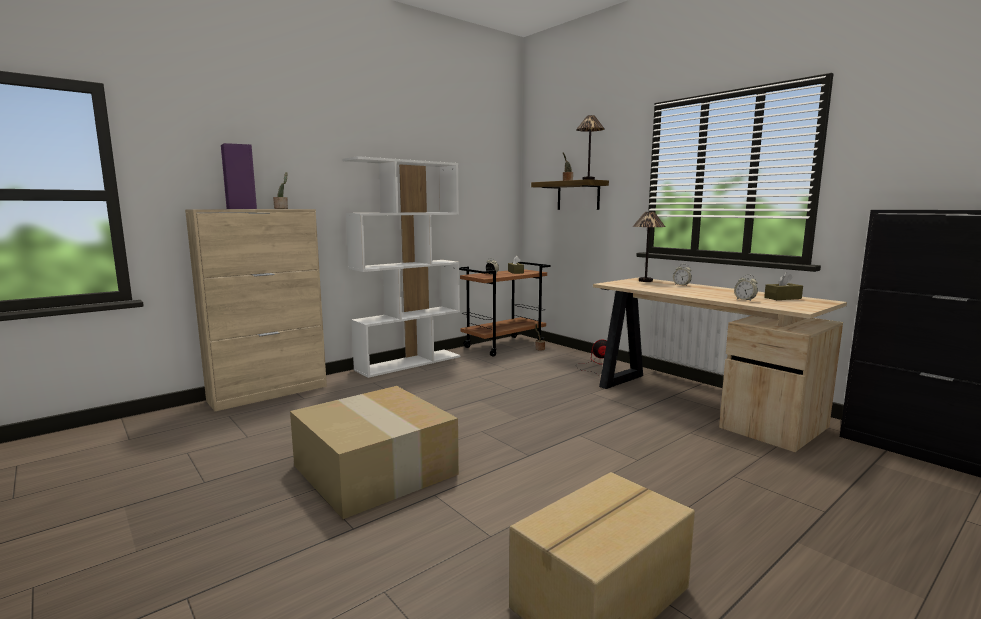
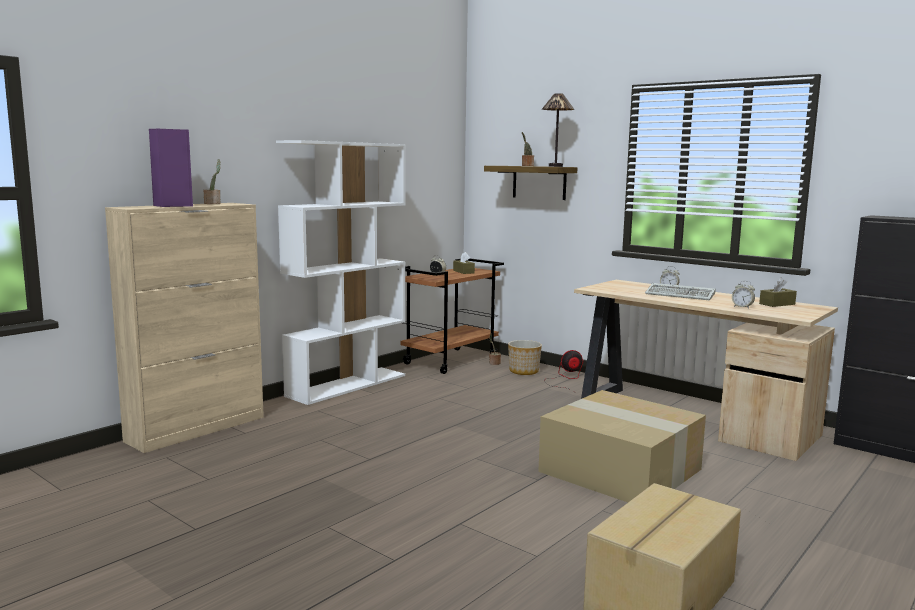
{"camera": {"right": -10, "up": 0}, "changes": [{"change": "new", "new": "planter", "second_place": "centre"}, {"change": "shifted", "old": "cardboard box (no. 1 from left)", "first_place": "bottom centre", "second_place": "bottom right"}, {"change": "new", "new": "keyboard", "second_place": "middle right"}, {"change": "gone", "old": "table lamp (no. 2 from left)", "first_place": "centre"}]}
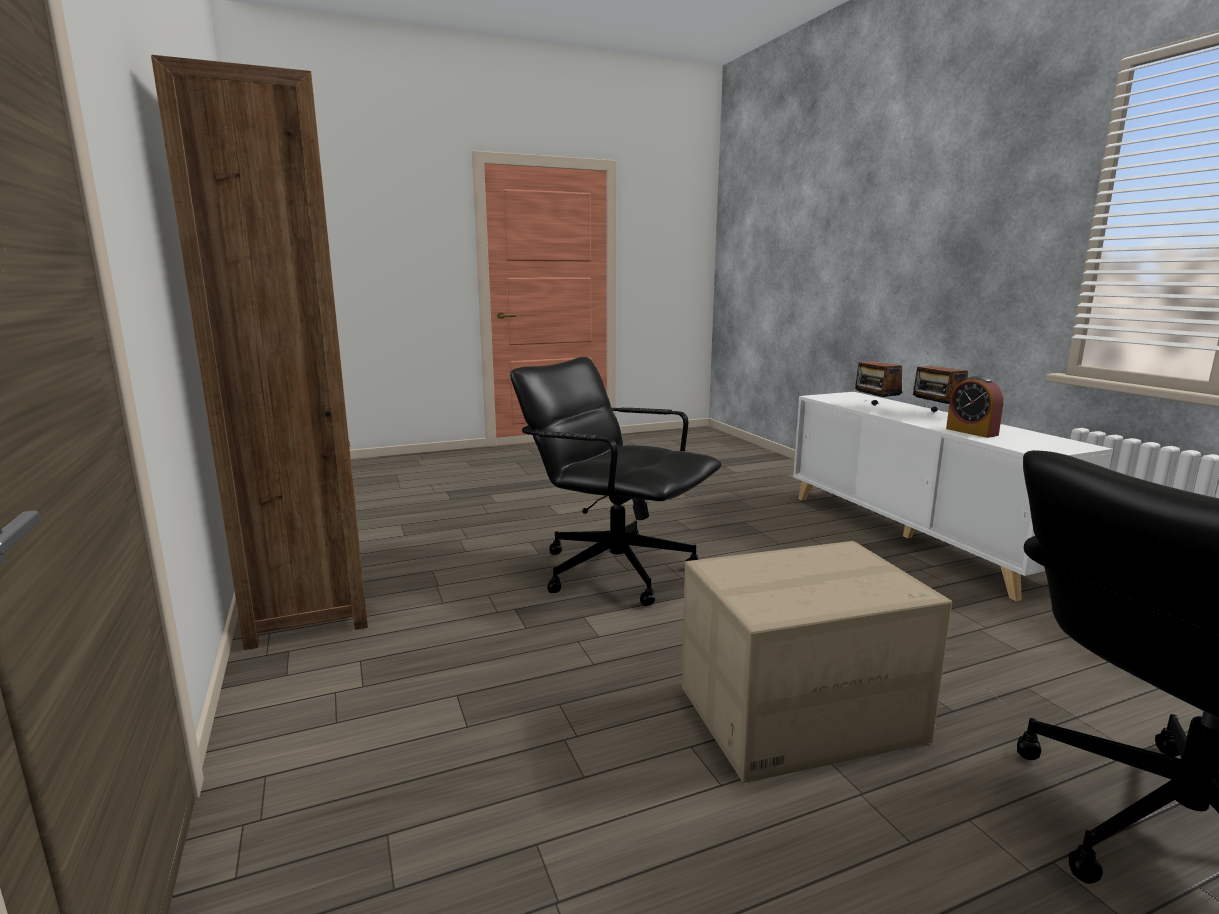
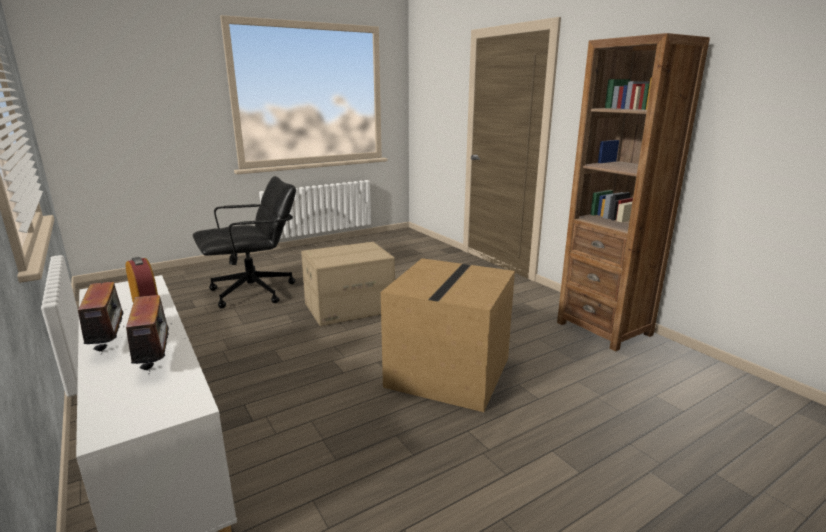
{"camera": {"right": 170, "up": 5}, "changes": [{"change": "swapped", "old": "black office chair (no. 1 from left)", "new": "cardboard box (no. 2 from left)", "first_place": "centre", "second_place": "centre"}]}
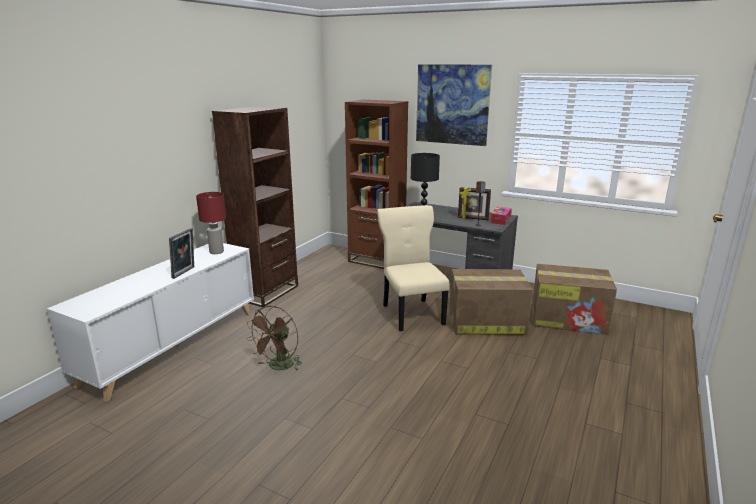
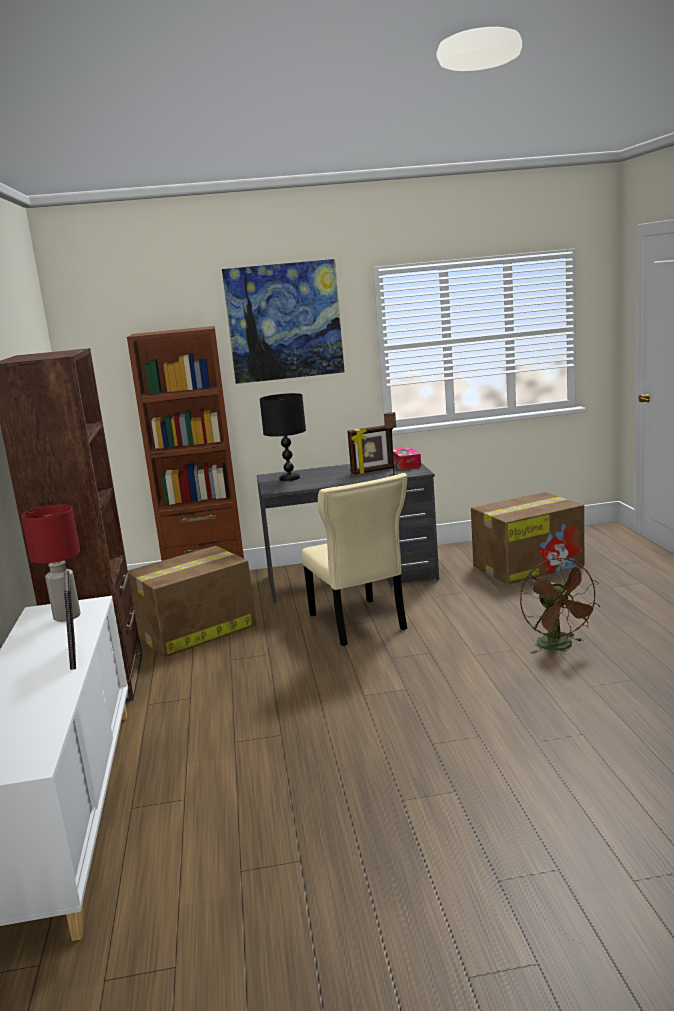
{"camera": {"right": -35, "up": -5}, "changes": [{"change": "shifted", "old": "cardboard box (no. 1 from left)", "first_place": "centre", "second_place": "middle left"}, {"change": "rotated", "old": "beige chair", "first_place": "centre", "second_place": "centre", "degrees": -150}, {"change": "shifted", "old": "brown fan", "first_place": "bottom centre", "second_place": "middle right"}]}
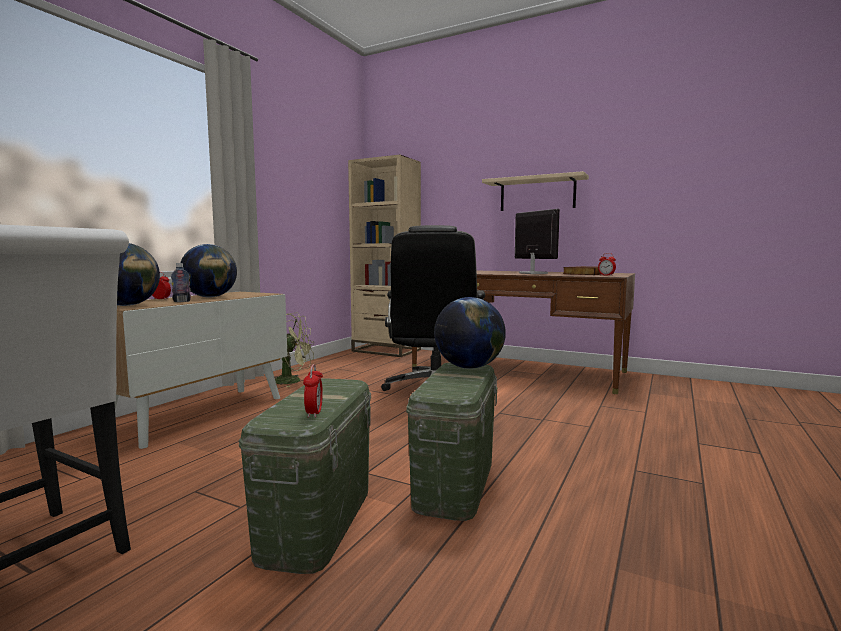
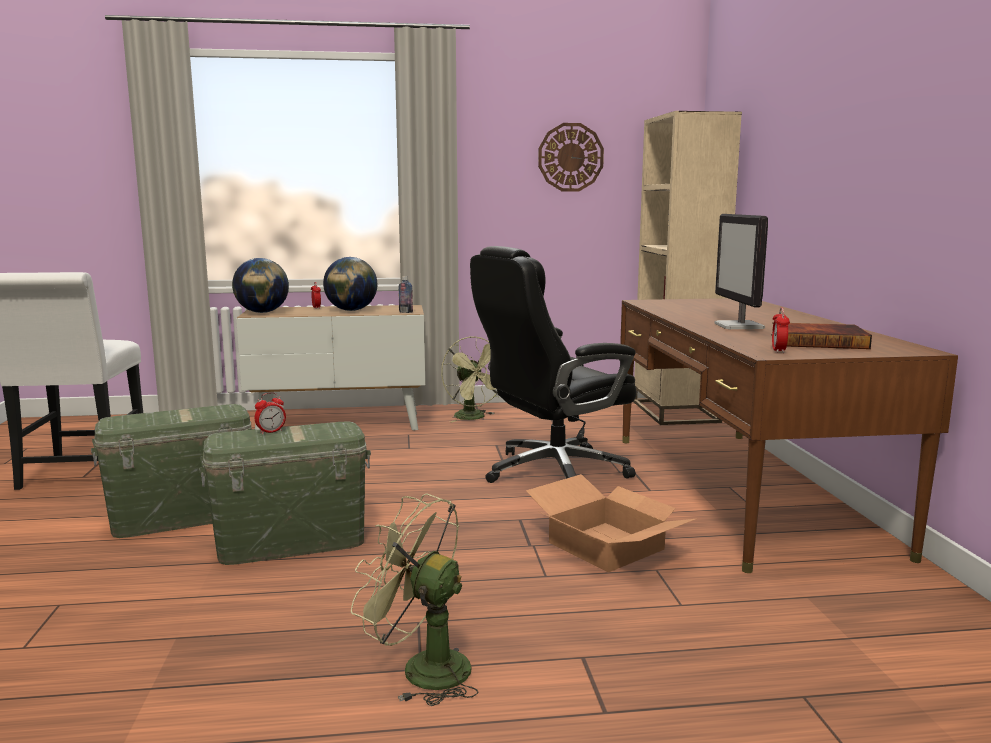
{"camera": {"right": 55, "up": 5}, "changes": [{"change": "shifted", "old": "alarm clock (no. 2 from left in the first image)", "new": "alarm clock (no. 1 from left)", "first_place": "centre", "second_place": "middle left"}, {"change": "new", "new": "green fan (no. 1 from left)", "second_place": "bottom centre"}, {"change": "shifted", "old": "bottle", "first_place": "middle left", "second_place": "centre"}, {"change": "new", "new": "cardboard box", "second_place": "bottom centre"}, {"change": "new", "new": "wall clock", "second_place": "top centre"}, {"change": "rotated", "old": "monitor", "first_place": "centre", "second_place": "middle right", "degrees": 150}, {"change": "gone", "old": "globe (no. 3 from left)", "first_place": "centre"}, {"change": "gone", "old": "beige shelf", "first_place": "top centre"}]}
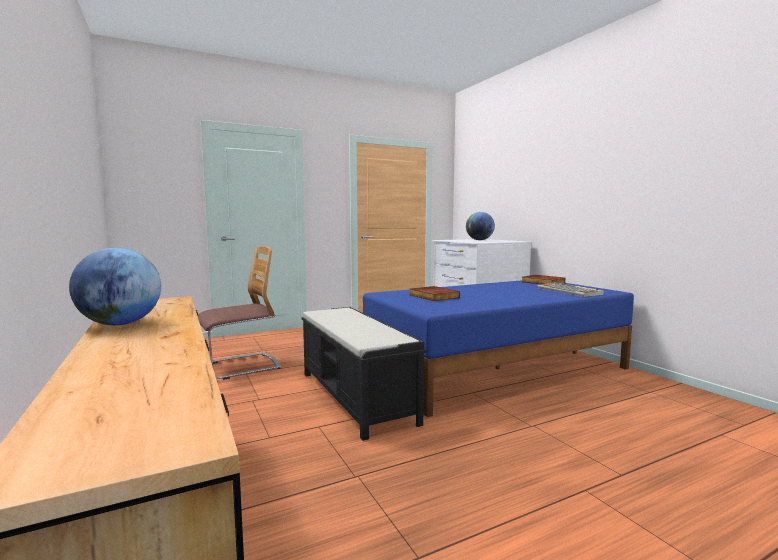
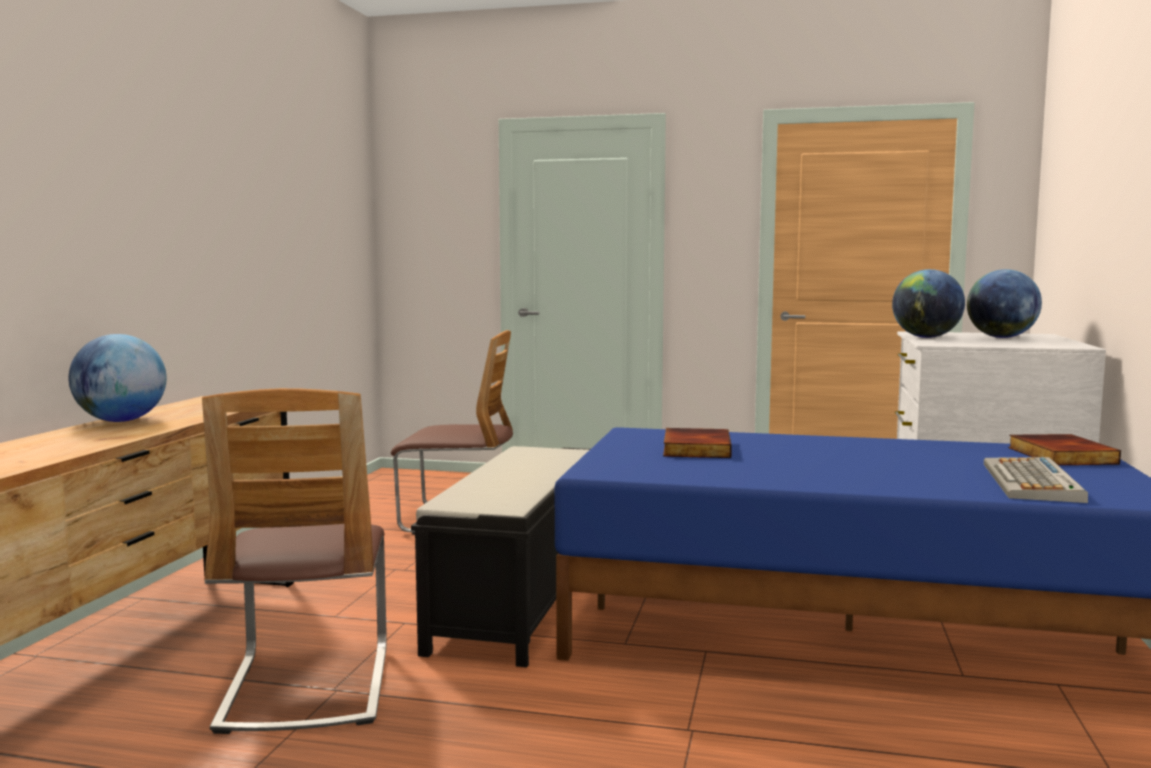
{"camera": {"right": 40, "up": 0}, "changes": [{"change": "new", "new": "chair (no. 1 from left)", "second_place": "bottom left"}, {"change": "new", "new": "globe (no. 2 from left)", "second_place": "middle right"}]}
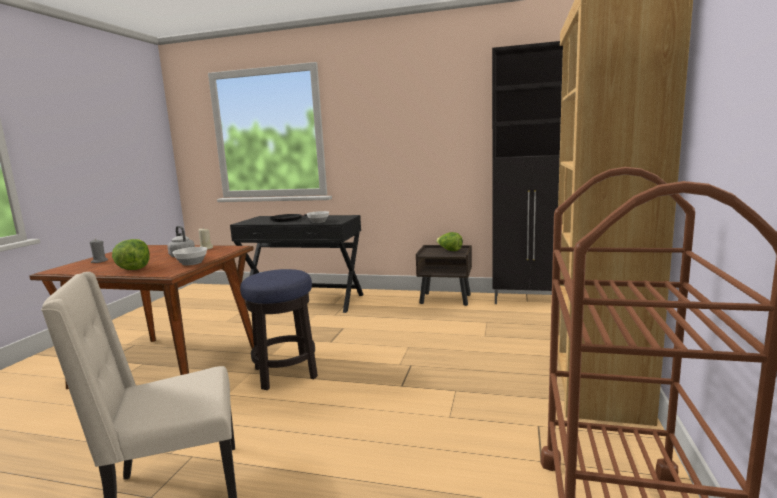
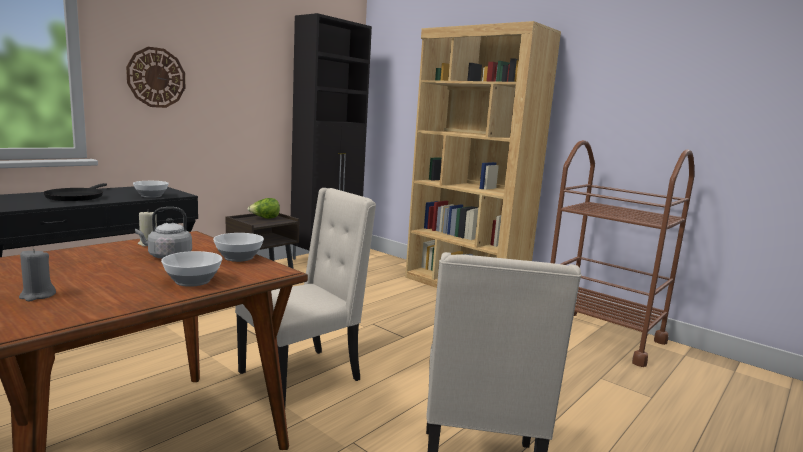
{"camera": {"right": -65, "up": 0}, "changes": [{"change": "new", "new": "wall clock", "second_place": "top left"}, {"change": "swapped", "old": "lettuce (no. 1 from left)", "new": "bowl (no. 2 from left)", "first_place": "middle left", "second_place": "middle left"}, {"change": "swapped", "old": "stool", "new": "beige chair (no. 1 from left)", "first_place": "centre", "second_place": "centre"}]}
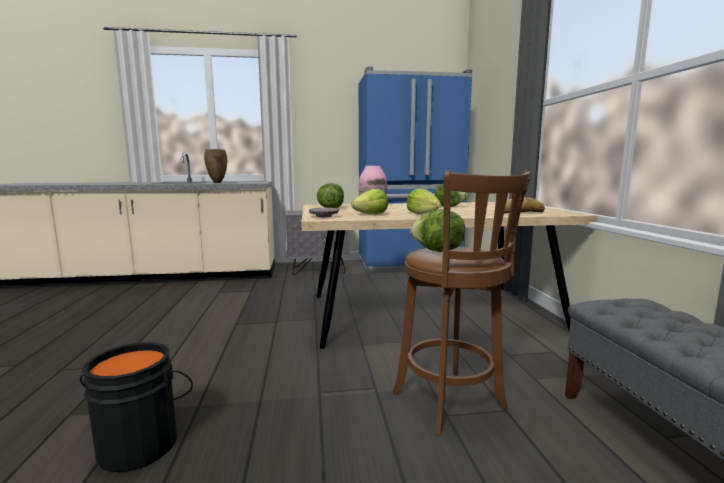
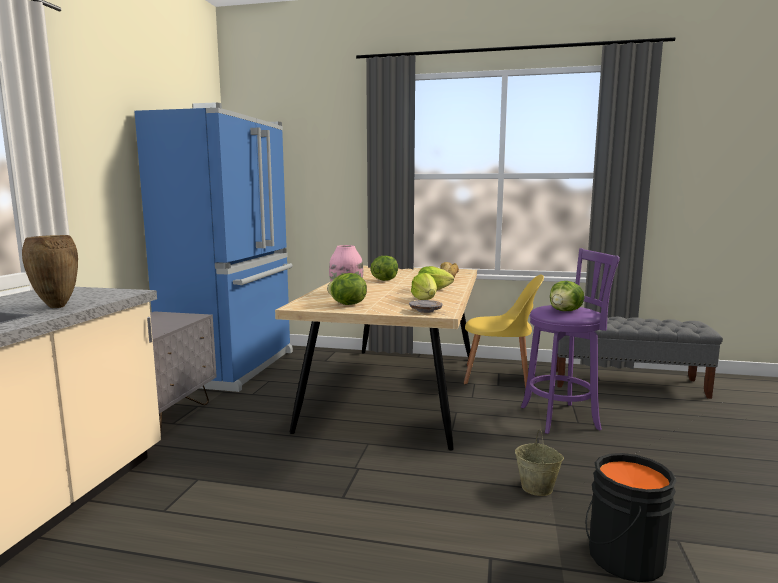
{"camera": {"right": -70, "up": 0}, "changes": [{"change": "new", "new": "yellow chair", "second_place": "centre"}, {"change": "new", "new": "beige bucket", "second_place": "bottom right"}, {"change": "repainted", "old": "brown stool", "new": "purple stool", "first_place": "centre", "second_place": "middle right"}]}
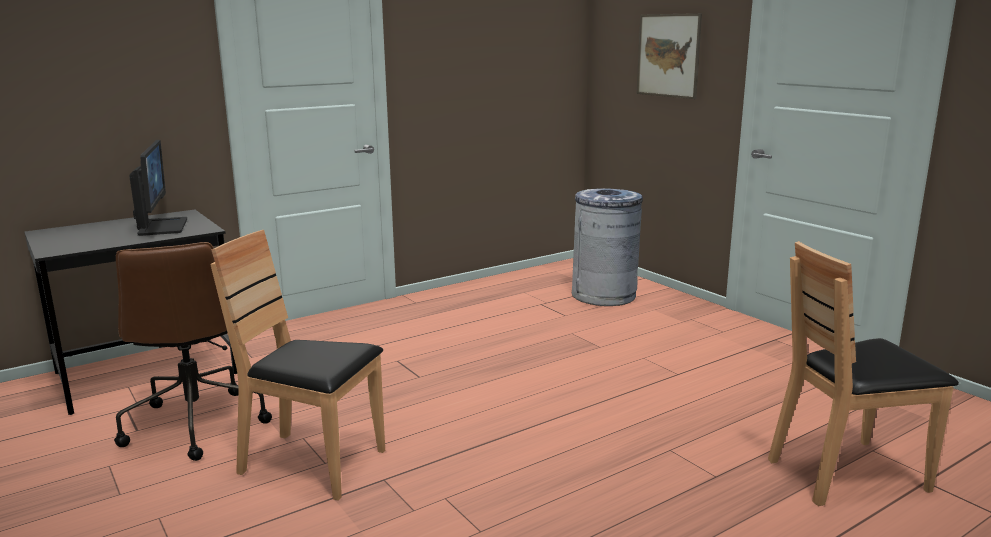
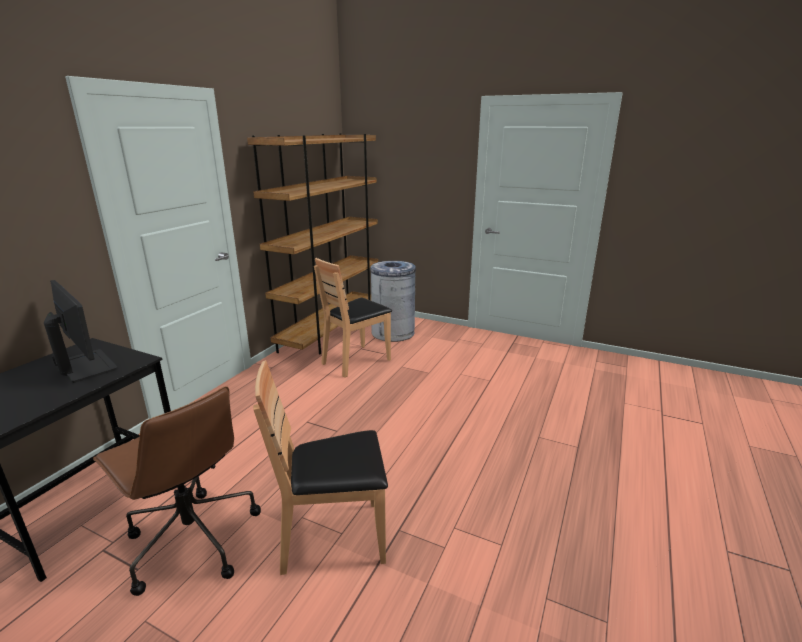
{"camera": {"right": -30, "up": 5}, "changes": [{"change": "new", "new": "brown bookcase", "second_place": "centre"}, {"change": "shifted", "old": "brown chair (no. 2 from left)", "first_place": "bottom right", "second_place": "centre"}, {"change": "gone", "old": "picture", "first_place": "top right"}]}
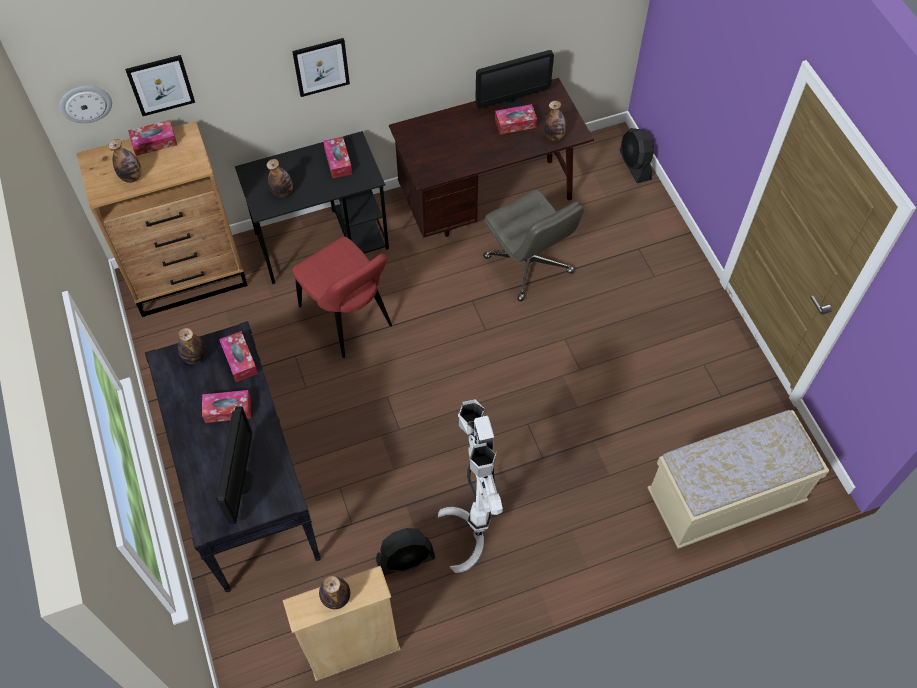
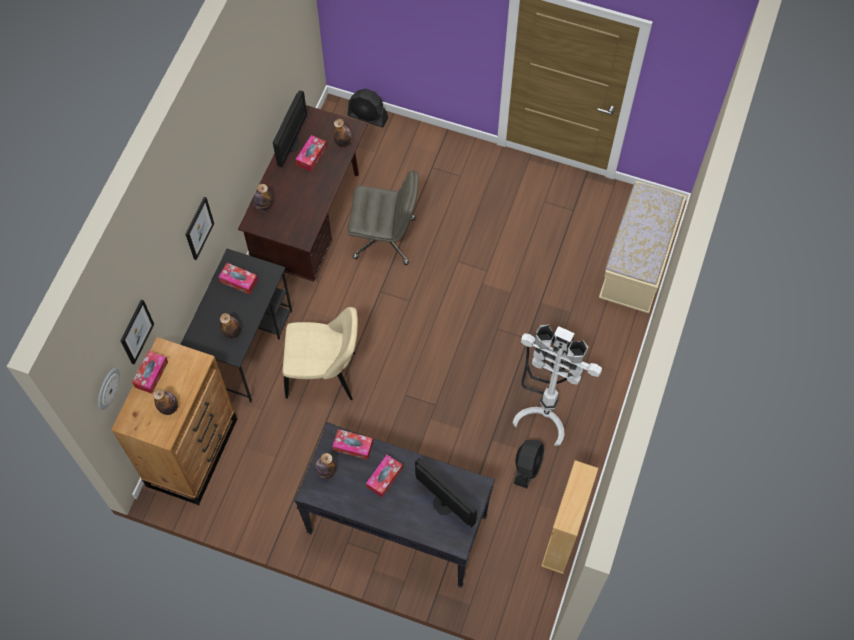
{"camera": {"right": -50, "up": 5}, "changes": [{"change": "shifted", "old": "bottle (no. 4 from left in the first image)", "new": "bottle (no. 3 from left)", "first_place": "bottom centre", "second_place": "top left"}, {"change": "repainted", "old": "red chair", "new": "beige chair", "first_place": "centre", "second_place": "centre"}]}
